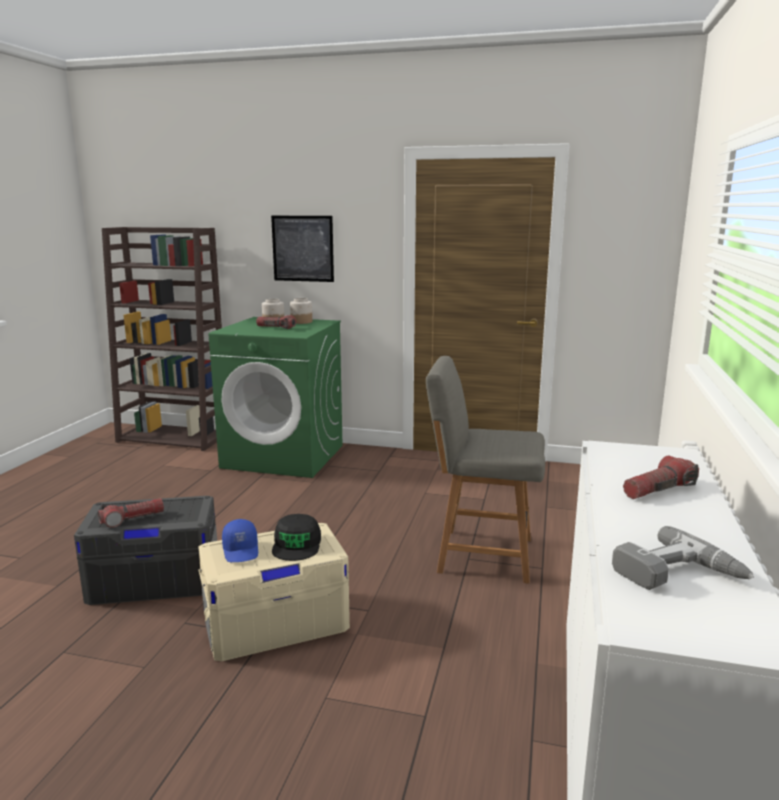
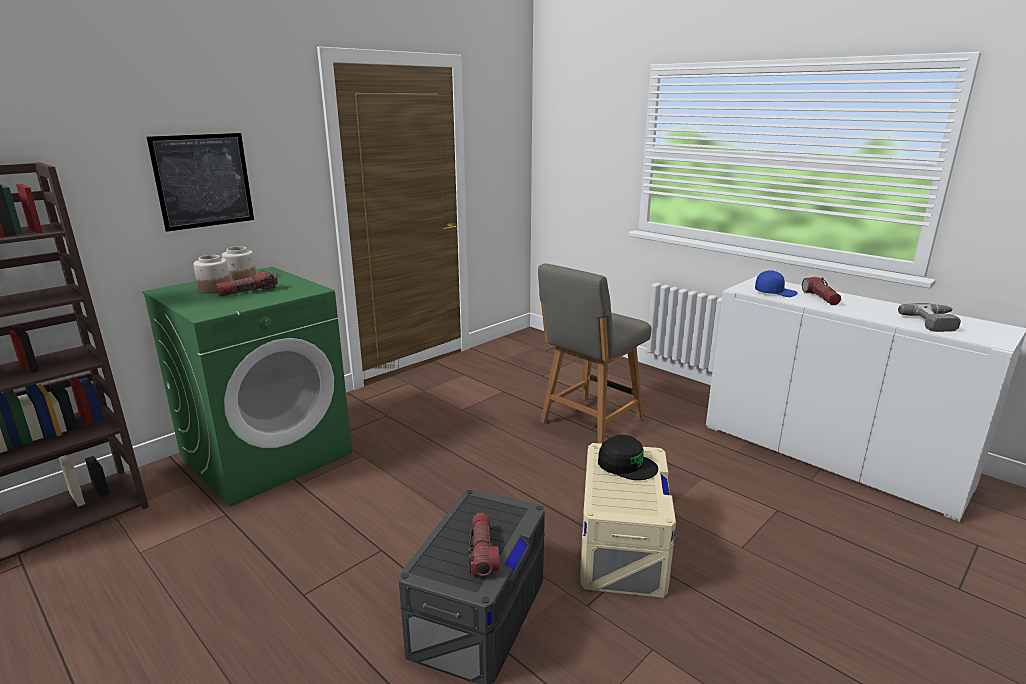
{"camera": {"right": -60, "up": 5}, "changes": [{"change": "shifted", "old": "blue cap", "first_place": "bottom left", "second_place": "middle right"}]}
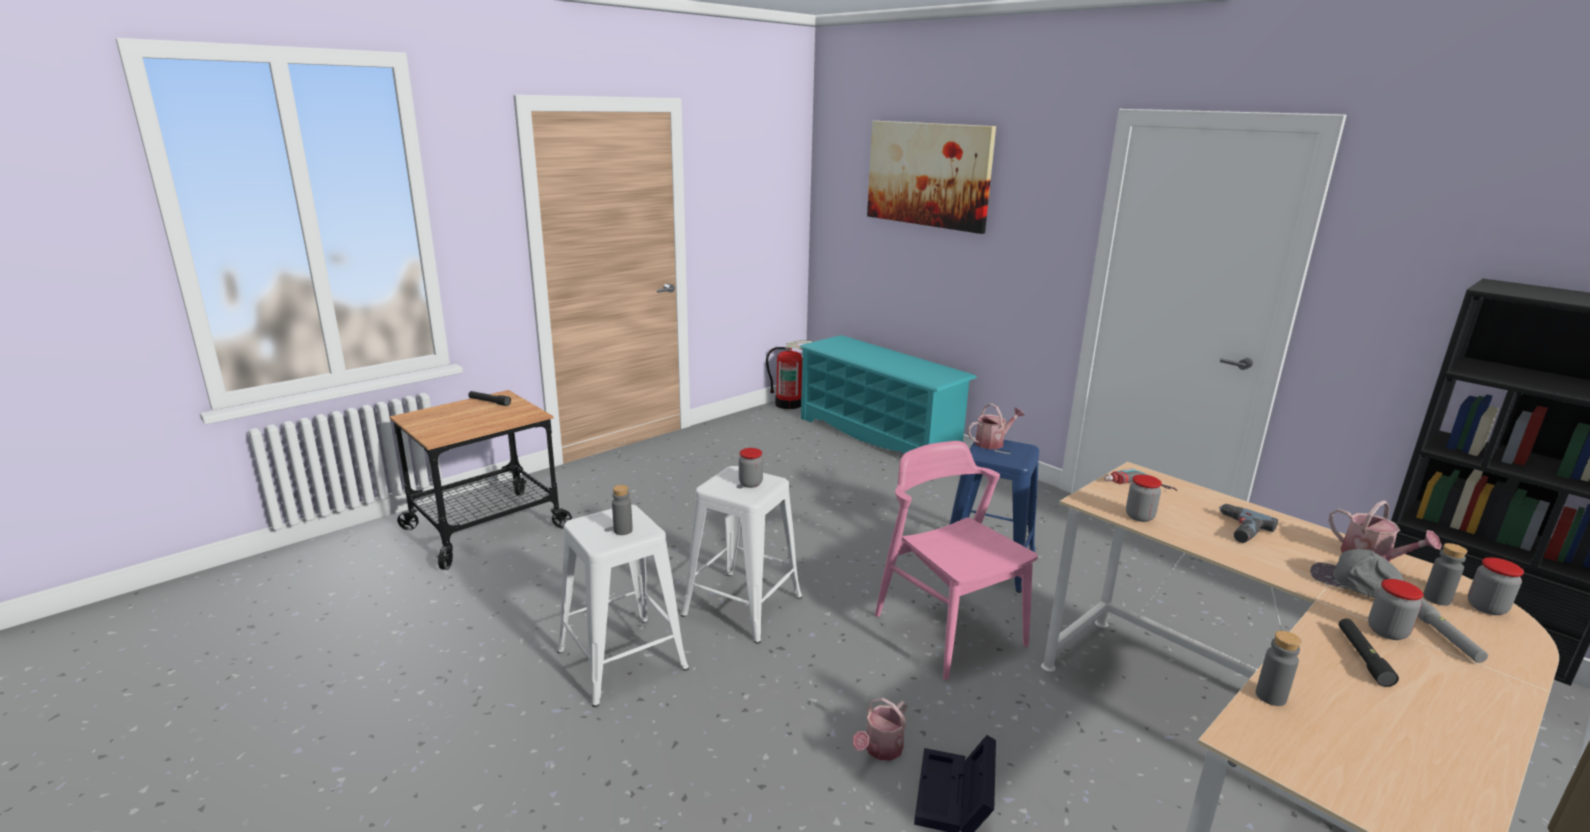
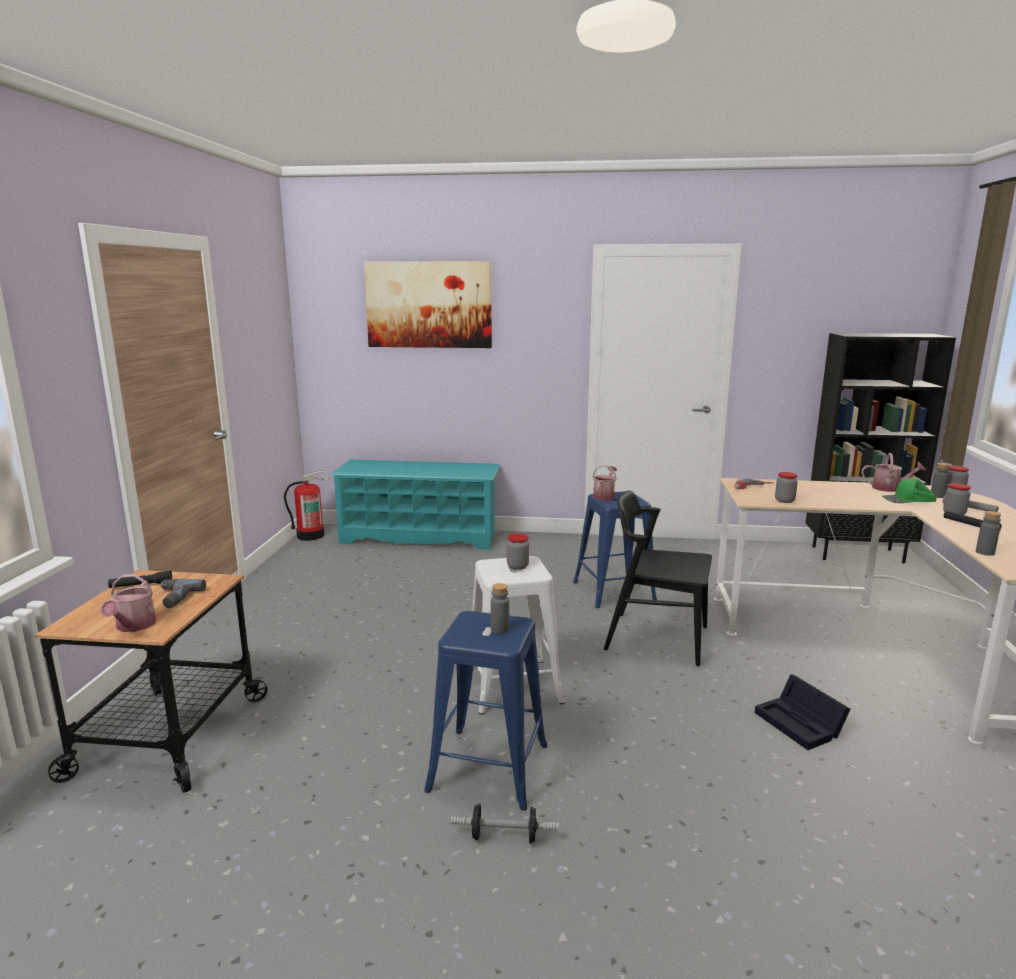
{"camera": {"right": -40, "up": -5}, "changes": [{"change": "shifted", "old": "watering can (no. 1 from left)", "first_place": "bottom centre", "second_place": "middle left"}, {"change": "shifted", "old": "power drill (no. 2 from left in the first image)", "new": "power drill (no. 1 from left)", "first_place": "middle right", "second_place": "middle left"}, {"change": "repainted", "old": "white stool (no. 1 from left)", "new": "blue stool (no. 1 from left)", "first_place": "bottom centre", "second_place": "bottom centre"}, {"change": "new", "new": "dumbbell", "second_place": "bottom centre"}, {"change": "repainted", "old": "pink chair", "new": "black chair", "first_place": "bottom centre", "second_place": "centre"}, {"change": "repainted", "old": "grey cap", "new": "green cap", "first_place": "bottom right", "second_place": "middle right"}]}
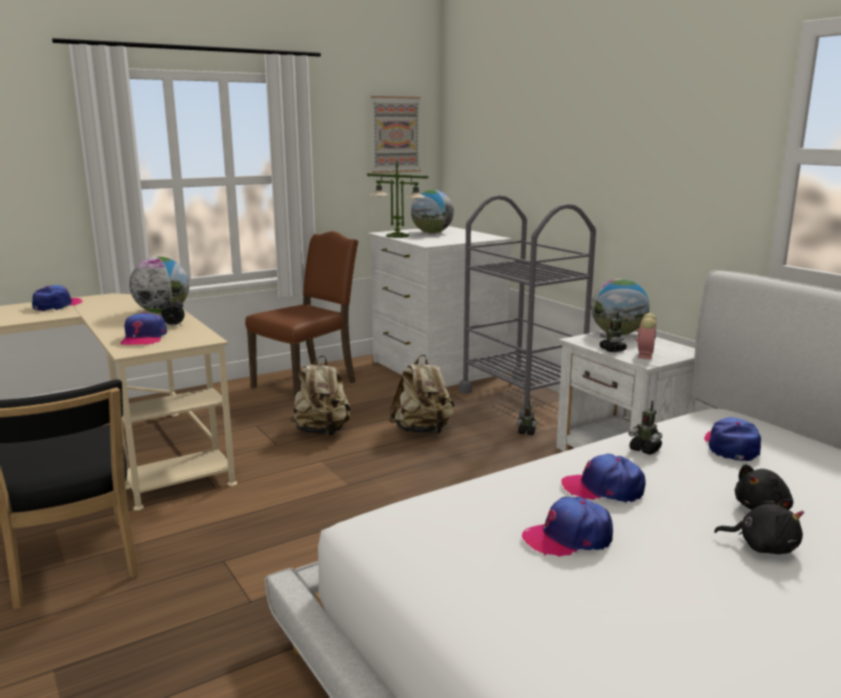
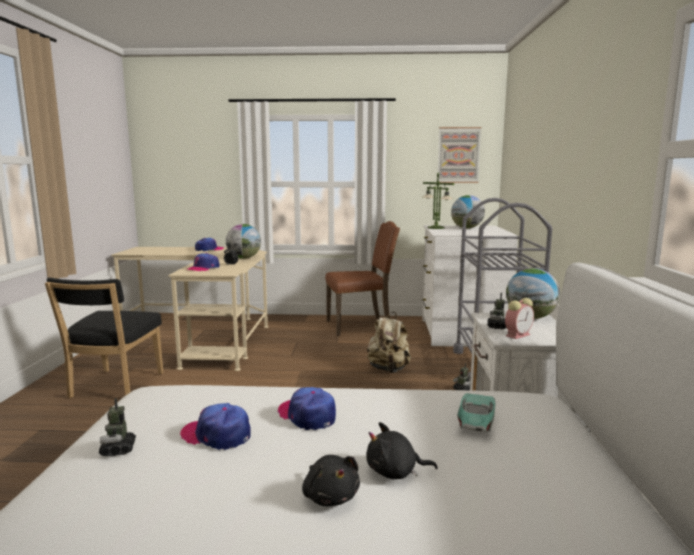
{"camera": {"right": 35, "up": -5}, "changes": [{"change": "shifted", "old": "toy robot (no. 3 from left in the first image)", "new": "toy robot (no. 1 from left)", "first_place": "middle right", "second_place": "bottom left"}, {"change": "swapped", "old": "cap (no. 5 from left)", "new": "turquoise toy car", "first_place": "middle right", "second_place": "bottom right"}, {"change": "gone", "old": "beige backpack (no. 1 from left)", "first_place": "centre"}]}
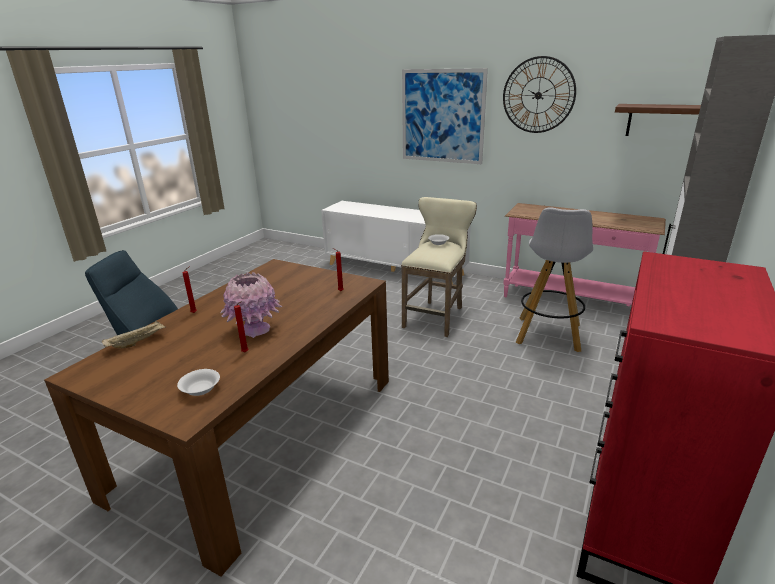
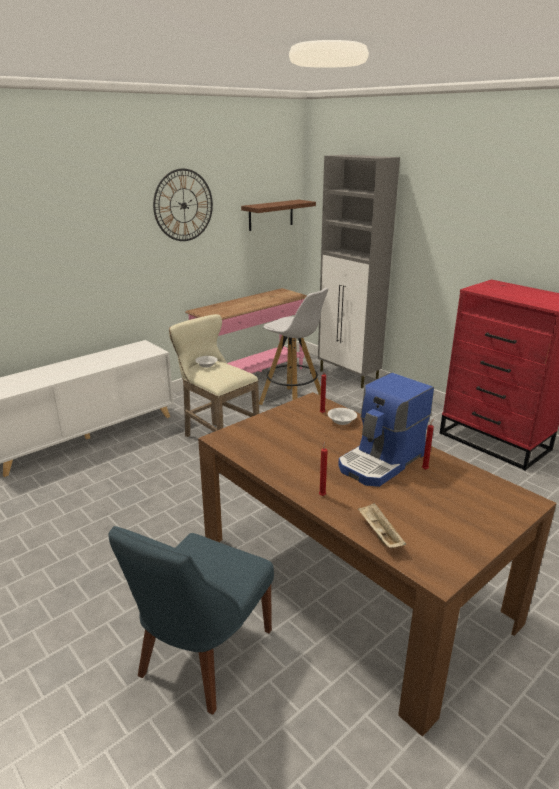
{"camera": {"right": -70, "up": 0}, "changes": [{"change": "shifted", "old": "white bowl (no. 1 from left in the first image)", "new": "white bowl (no. 2 from left)", "first_place": "middle left", "second_place": "centre"}, {"change": "swapped", "old": "pink vase", "new": "coffee machine", "first_place": "middle left", "second_place": "middle right"}, {"change": "gone", "old": "picture", "first_place": "top centre"}]}
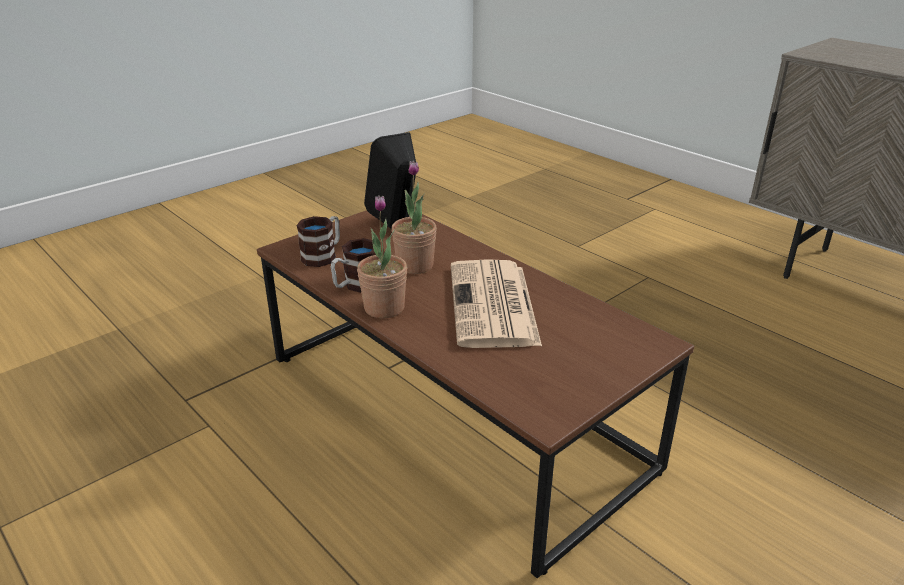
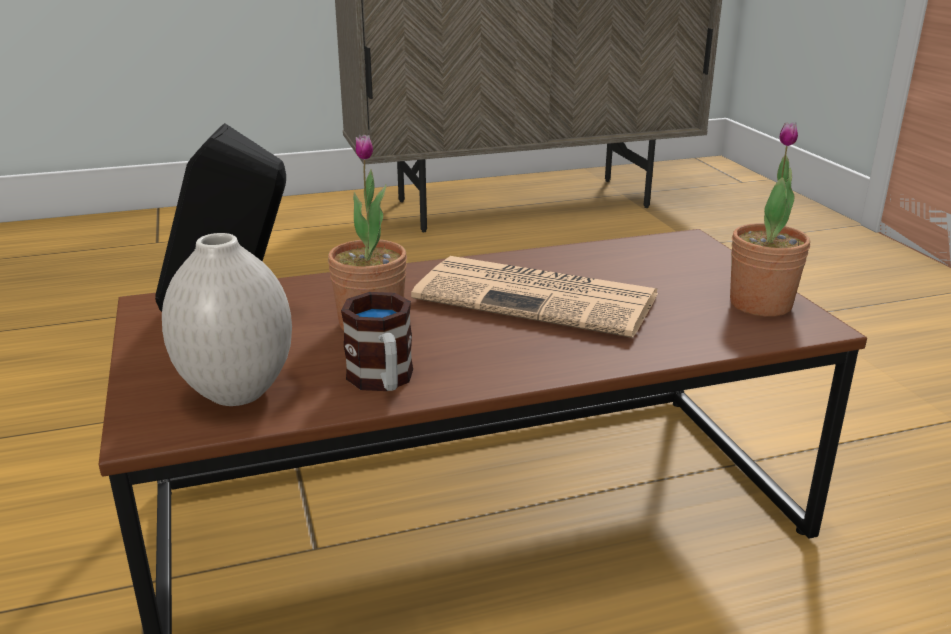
{"camera": {"right": -65, "up": -5}, "changes": [{"change": "swapped", "old": "mug (no. 1 from left)", "new": "white vase", "first_place": "centre", "second_place": "middle left"}, {"change": "shifted", "old": "potted plant (no. 1 from left in the first image)", "new": "potted plant (no. 2 from left)", "first_place": "centre", "second_place": "middle right"}]}
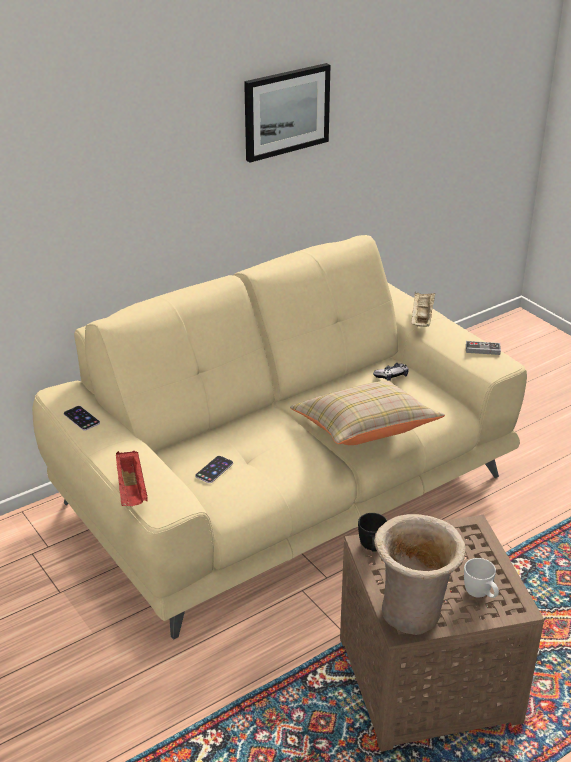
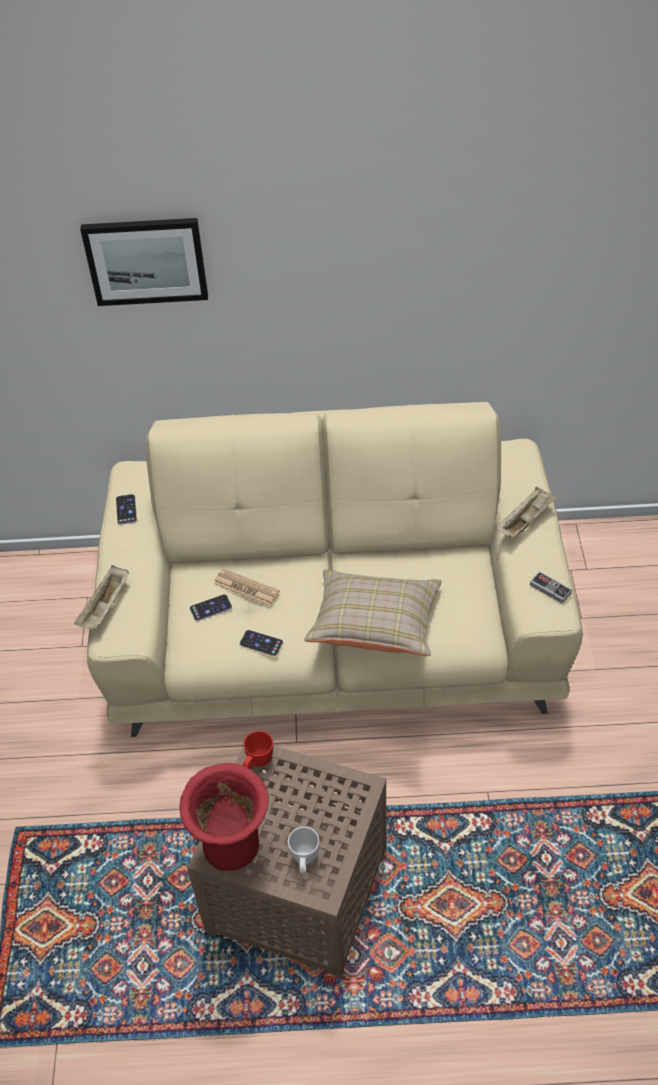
{"camera": {"right": 35, "up": 15}, "changes": [{"change": "repainted", "old": "red tray", "new": "beige tray (no. 1 from left)", "first_place": "middle left", "second_place": "middle left"}, {"change": "shifted", "old": "picture", "first_place": "top centre", "second_place": "top left"}, {"change": "repainted", "old": "beige vase", "new": "red vase", "first_place": "bottom right", "second_place": "bottom centre"}, {"change": "new", "new": "newspaper", "second_place": "centre"}, {"change": "new", "new": "phone (no. 3 from left)", "second_place": "centre"}, {"change": "repainted", "old": "black mug", "new": "red mug", "first_place": "bottom centre", "second_place": "bottom centre"}, {"change": "gone", "old": "game controller (no. 1 from left)", "first_place": "middle right"}]}
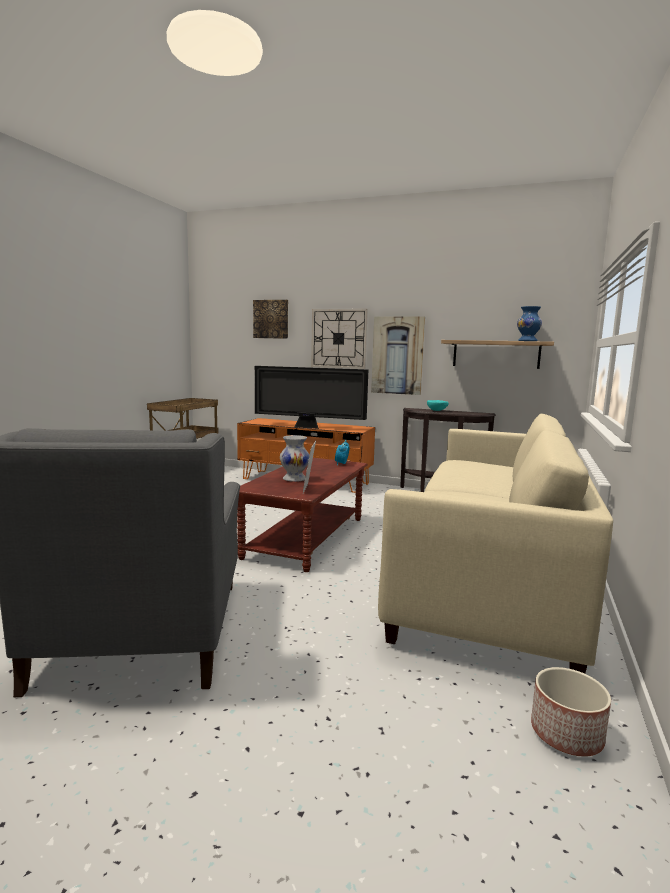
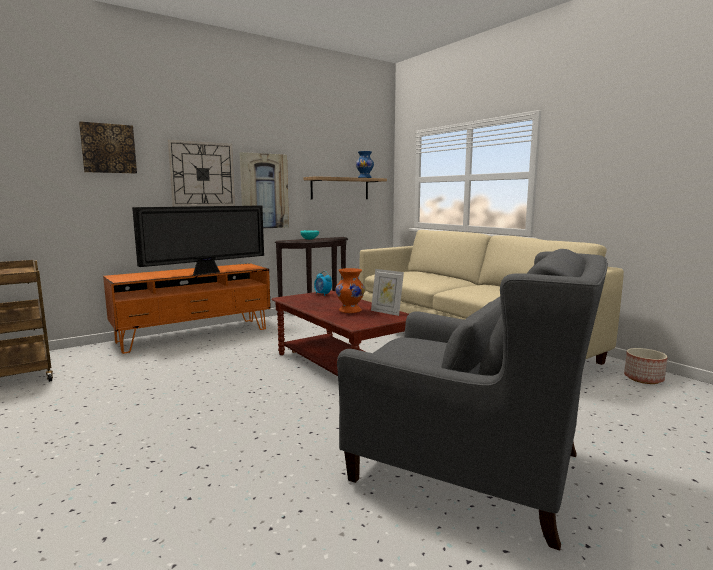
{"camera": {"right": -55, "up": 0}, "changes": [{"change": "repainted", "old": "white vase", "new": "orange vase", "first_place": "centre", "second_place": "centre"}]}
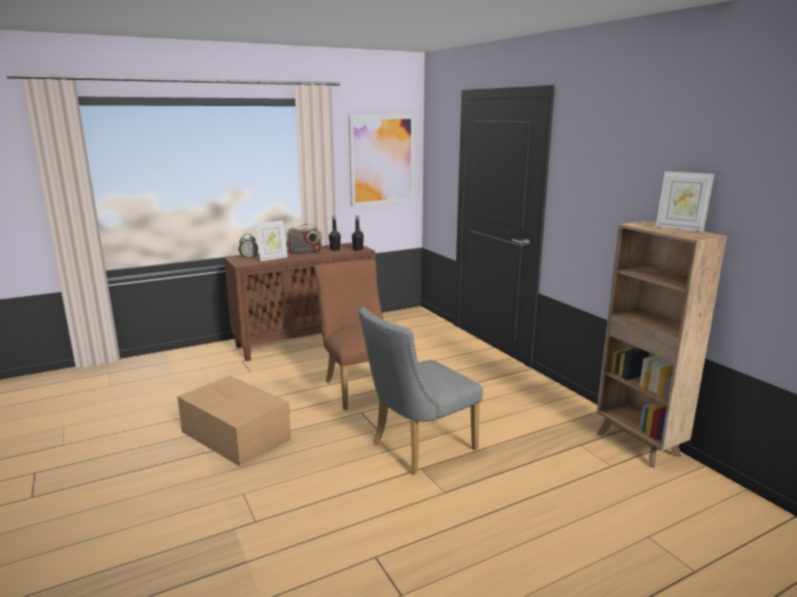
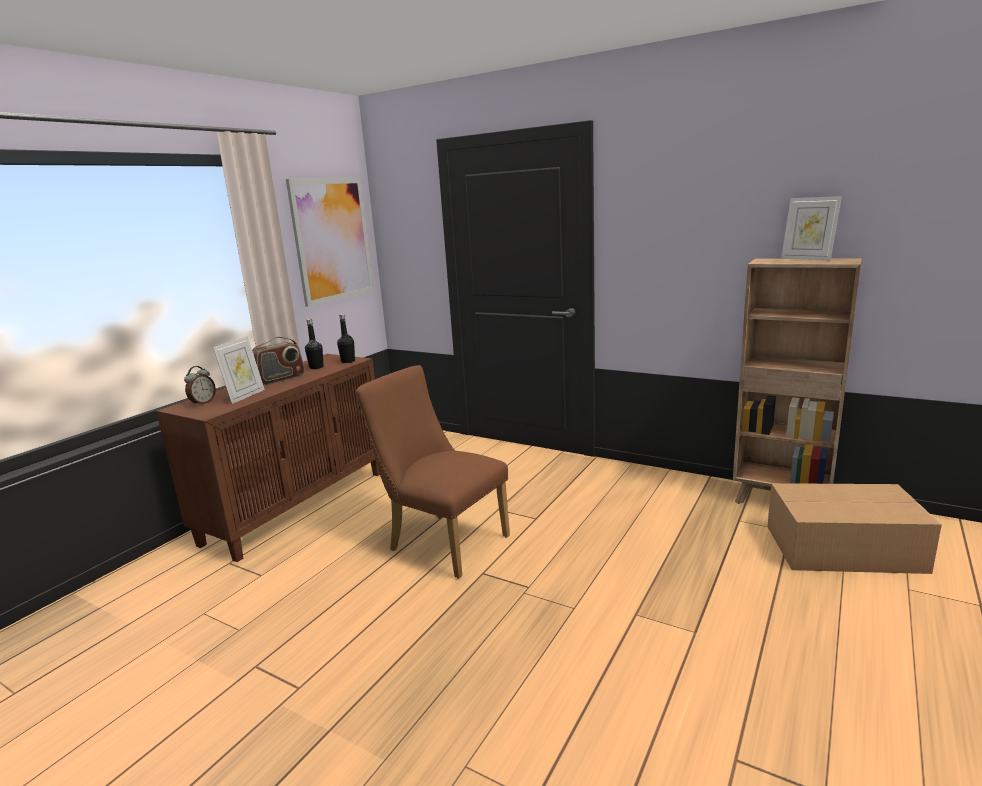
{"camera": {"right": -30, "up": 0}, "changes": [{"change": "shifted", "old": "cardboard box", "first_place": "bottom left", "second_place": "bottom right"}, {"change": "rotated", "old": "picture frame (no. 2 from left)", "first_place": "middle right", "second_place": "top right", "degrees": 45}, {"change": "gone", "old": "grey chair", "first_place": "centre"}]}
